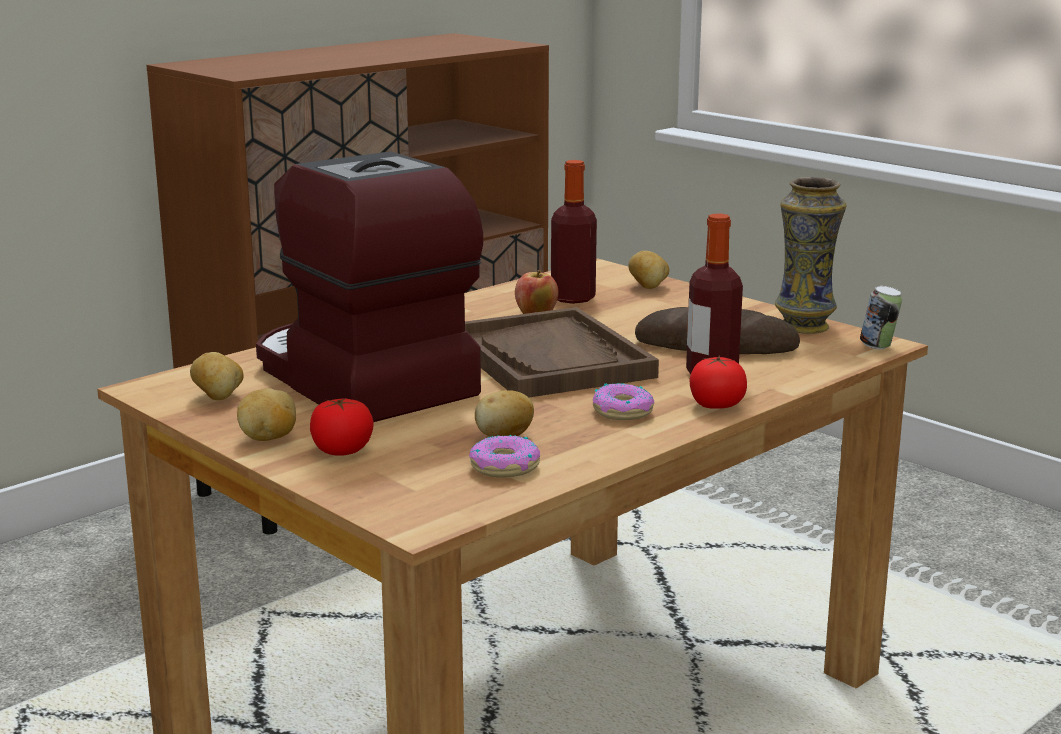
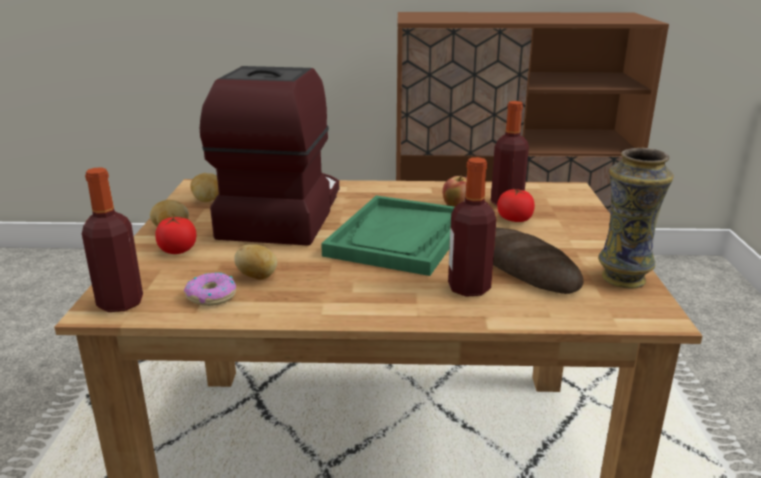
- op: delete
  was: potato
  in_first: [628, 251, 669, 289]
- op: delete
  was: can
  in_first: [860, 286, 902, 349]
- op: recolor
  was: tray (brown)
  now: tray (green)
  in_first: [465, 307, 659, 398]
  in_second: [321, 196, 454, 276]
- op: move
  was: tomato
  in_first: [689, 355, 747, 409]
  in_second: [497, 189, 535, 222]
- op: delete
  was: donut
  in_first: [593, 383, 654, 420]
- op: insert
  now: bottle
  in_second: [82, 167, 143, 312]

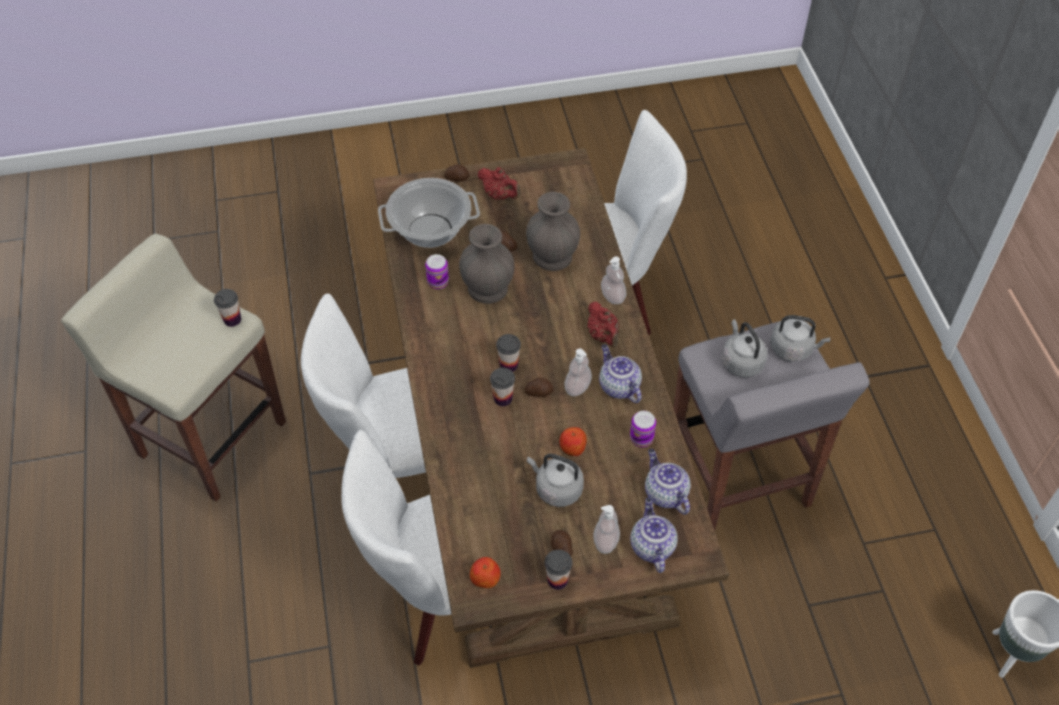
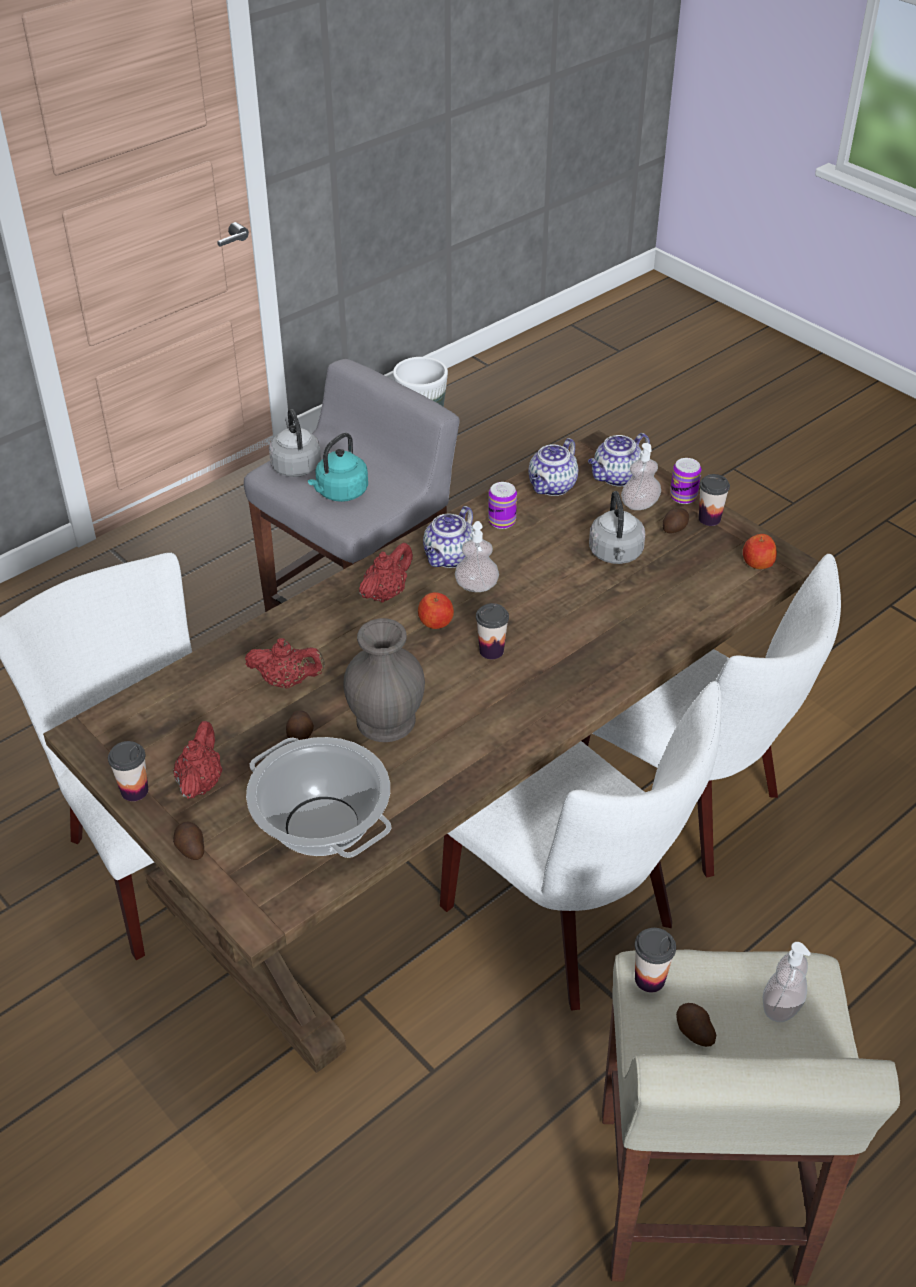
- op: replace
  was: vase (grey)
  now: teapot (red)
  in_first: [526, 192, 580, 271]
  in_second: [245, 638, 325, 688]
- op: move
  was: can
  in_first: [425, 254, 449, 289]
  in_second: [670, 458, 701, 504]
- op: move
  was: soap dispenser
  in_first: [601, 256, 626, 304]
  in_second: [763, 942, 811, 1022]
- op: recolor
  was: kettle (grey)
  now: kettle (turquoise)
  in_first: [722, 319, 768, 377]
  in_second: [308, 433, 368, 502]
- op: move
  was: cup
  in_first: [490, 368, 515, 406]
  in_second: [108, 741, 148, 801]
- op: move
  was: potato
  in_first: [525, 377, 554, 397]
  in_second: [676, 1003, 716, 1047]
- op: move
  was: apple
  in_first: [560, 427, 587, 456]
  in_second: [418, 592, 454, 629]

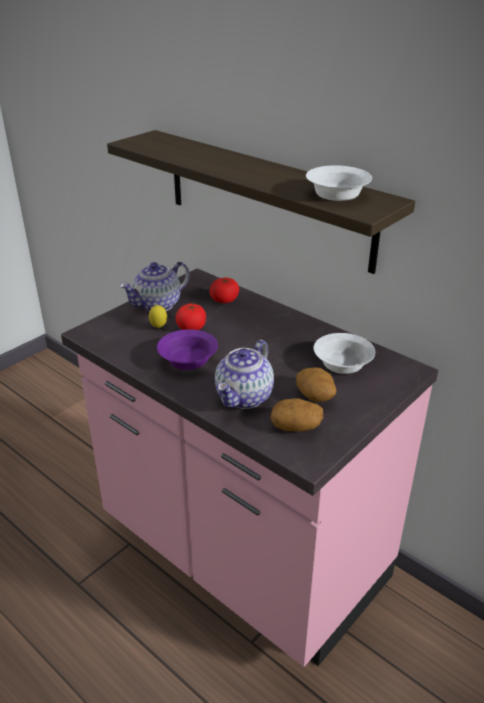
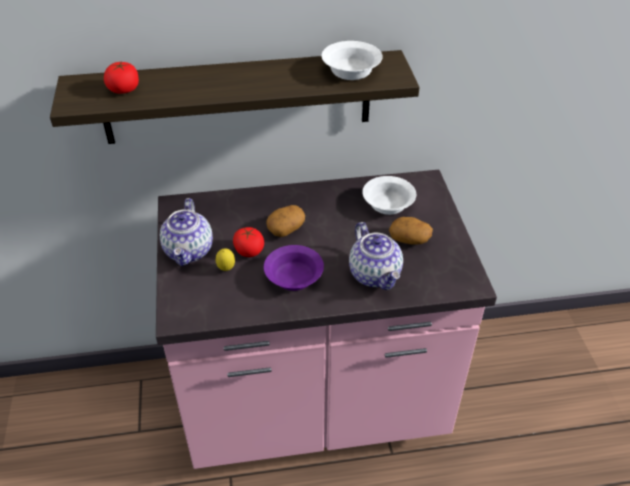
- op: move
  was: tomato
  in_first: [210, 278, 239, 303]
  in_second: [104, 61, 139, 94]
- op: move
  was: potato
  in_first: [270, 398, 323, 431]
  in_second: [266, 205, 305, 237]

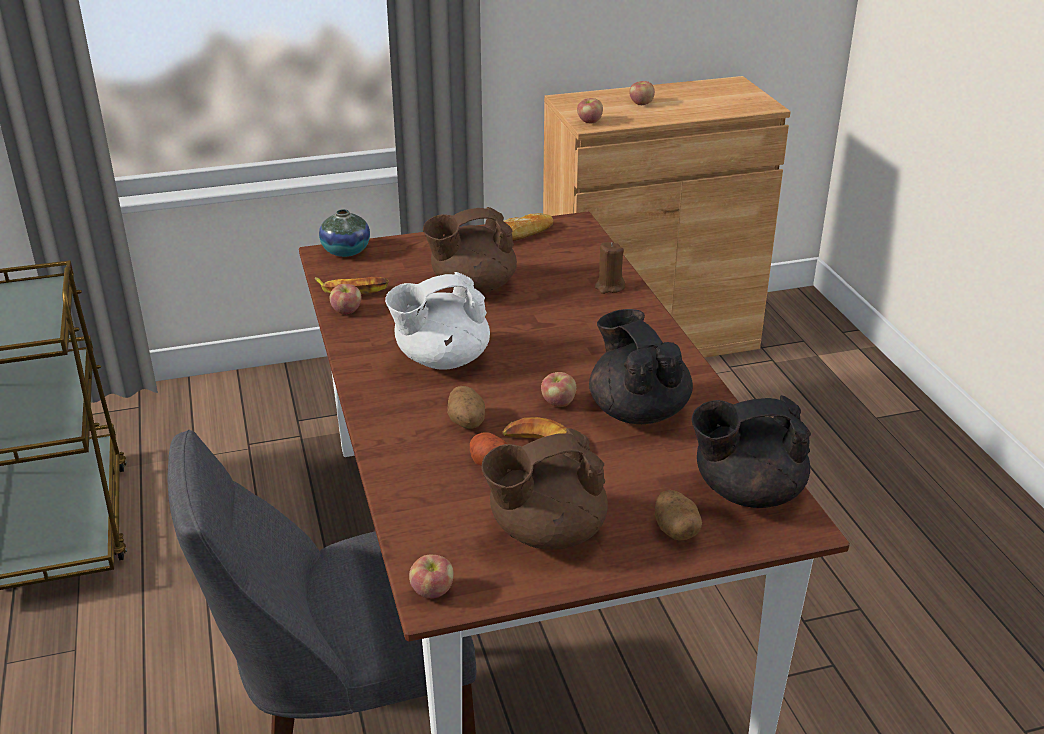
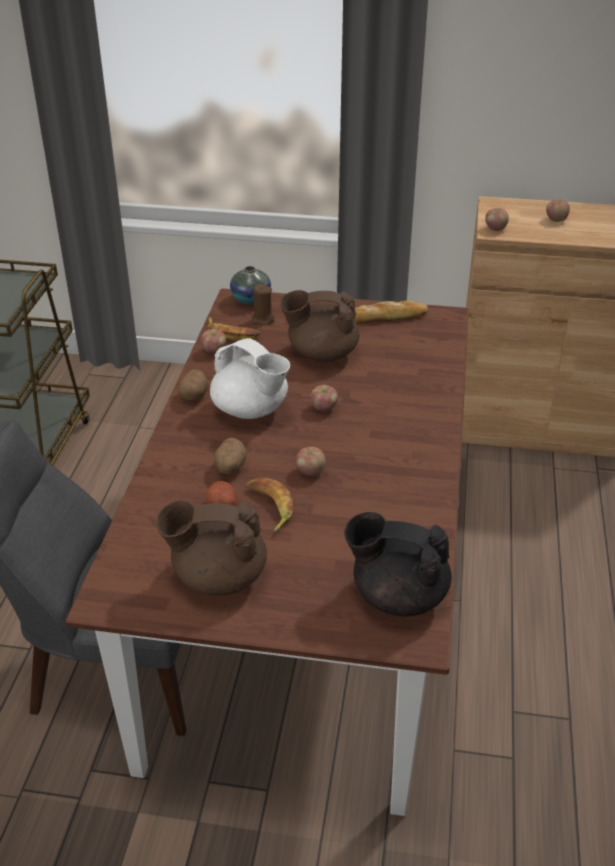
- op: move
  was: candle (brown)
  in_first: [594, 242, 625, 294]
  in_second: [251, 284, 274, 325]
- op: rotate
  was: teapot (white)
  in_first: [385, 272, 490, 370]
  in_second: [210, 338, 290, 419]
  clockwise: -135
- op: delete
  was: teapot (black)
  in_first: [589, 309, 693, 424]
- op: move
  was: potato
  in_first: [655, 490, 702, 541]
  in_second: [178, 369, 208, 401]
- op: move
  was: apple
  in_first: [409, 555, 454, 599]
  in_second: [310, 385, 338, 412]

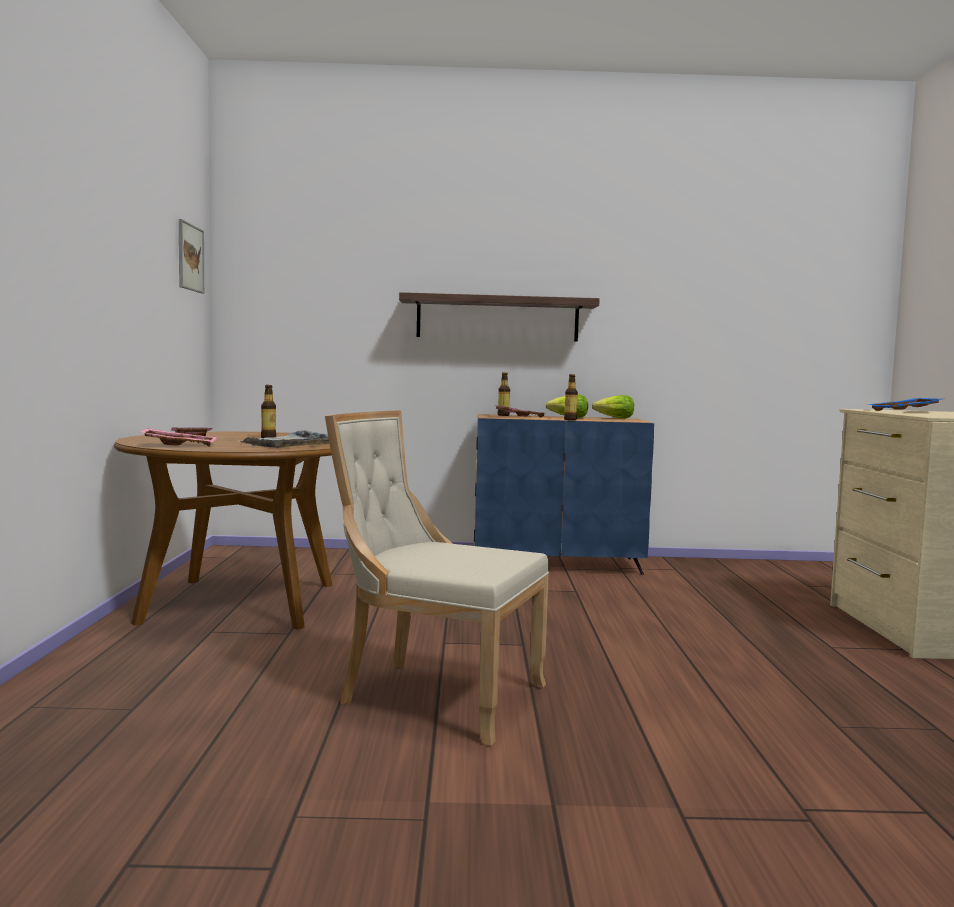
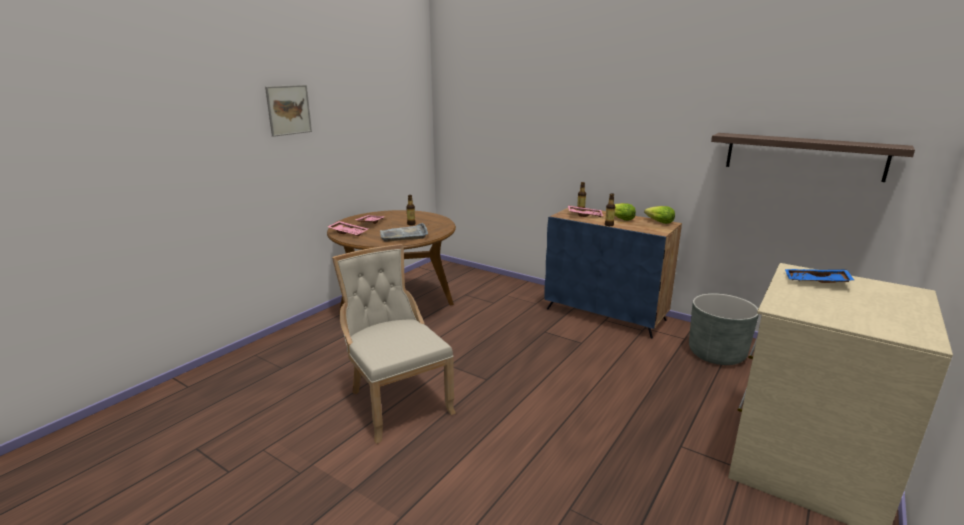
- op: move
  was: picture
  in_first: [179, 219, 204, 294]
  in_second: [265, 85, 312, 137]
- op: move
  was: shelf
  in_first: [399, 292, 600, 342]
  in_second: [711, 133, 915, 182]
- op: insert
  now: planter (grey)
  in_second: [689, 293, 759, 365]

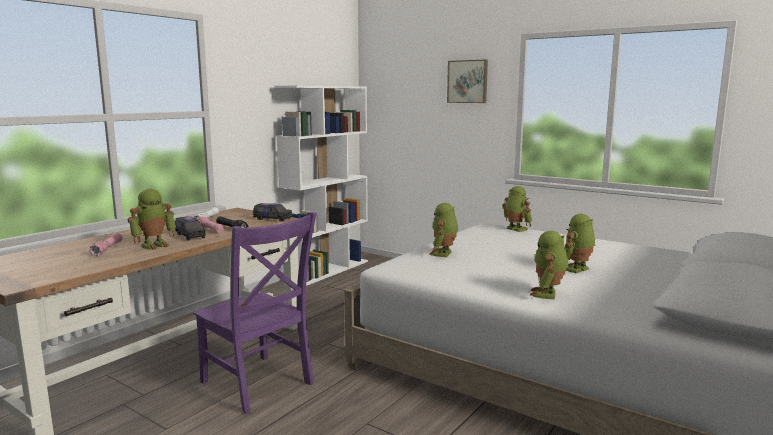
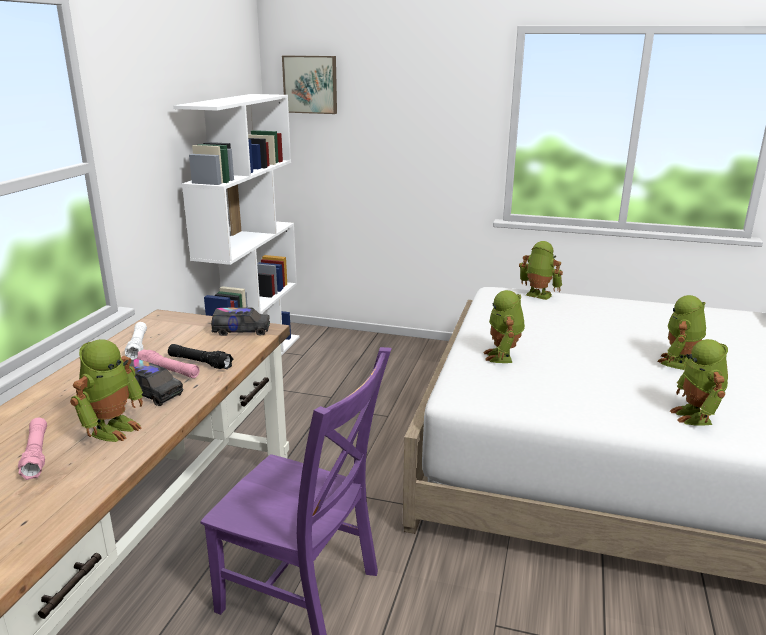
- op: move
  was: picture
  in_first: [447, 60, 488, 103]
  in_second: [282, 56, 337, 114]

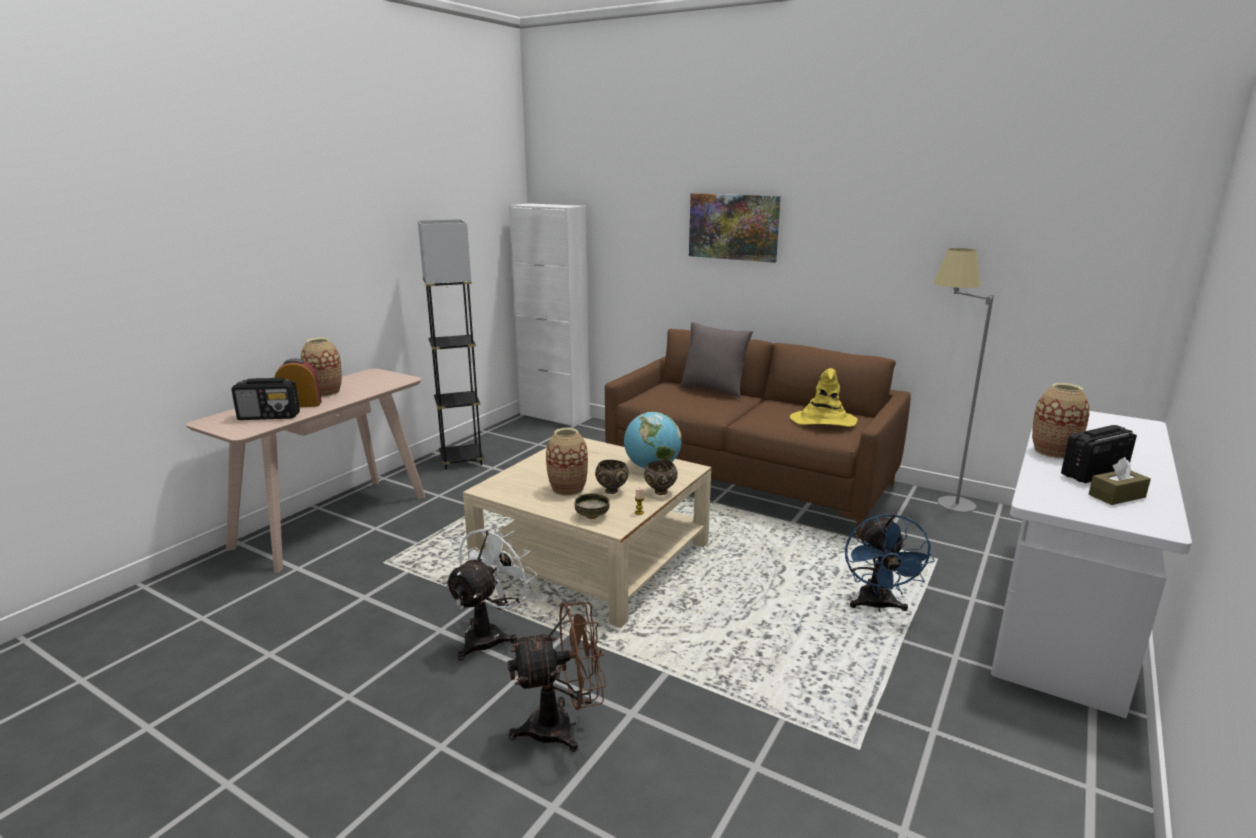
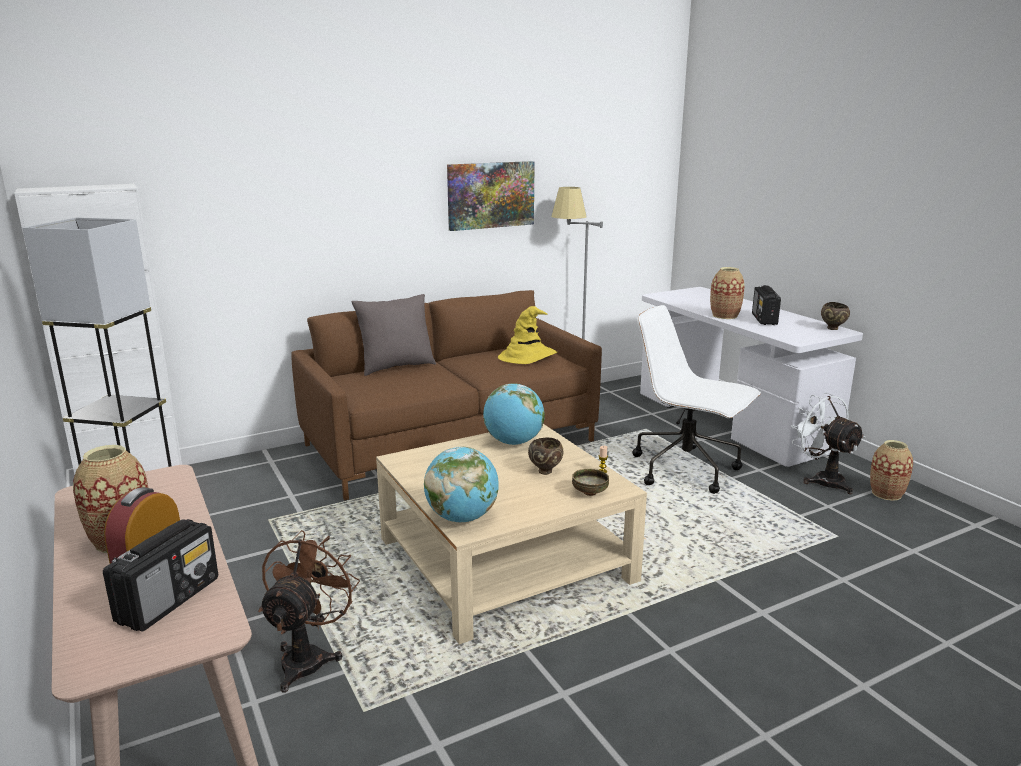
- op: move
  was: picture
  in_first: [689, 193, 781, 263]
  in_second: [447, 161, 535, 231]
- op: move
  was: vase
  in_first: [546, 428, 588, 496]
  in_second: [870, 440, 913, 501]
- op: delete
  was: tissue box (brown)
  in_first: [1089, 457, 1151, 505]
- op: move
  was: bowl (brown)
  in_first: [644, 461, 678, 495]
  in_second: [821, 302, 850, 330]
- op: replace
  was: fan (blue)
  now: office chair (white)
  in_first: [845, 514, 935, 612]
  in_second: [632, 305, 761, 494]
- op: move
  was: fan (white)
  in_first: [444, 523, 537, 660]
  in_second: [791, 393, 865, 494]
- op: move
  was: fan (brown)
  in_first: [508, 602, 606, 752]
  in_second: [258, 530, 360, 693]
- op: insert
  now: globe
  in_second: [424, 447, 499, 522]

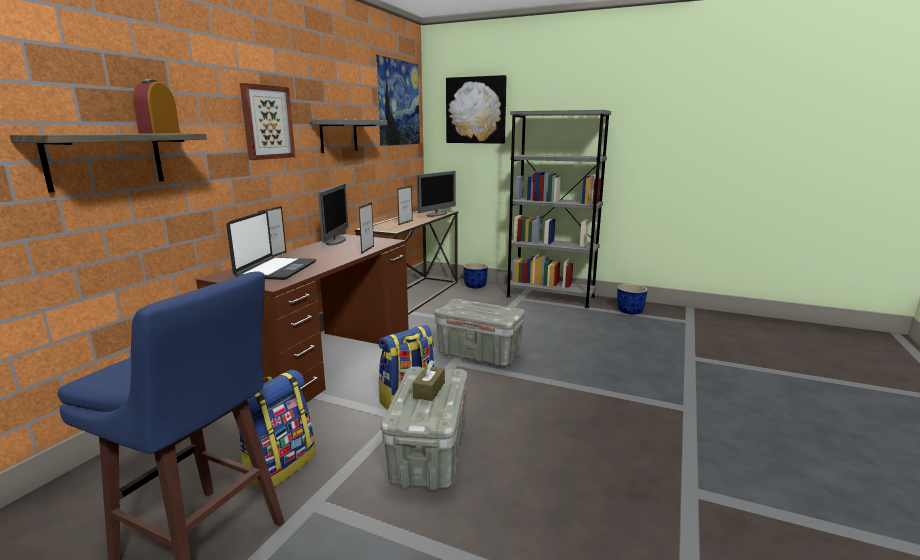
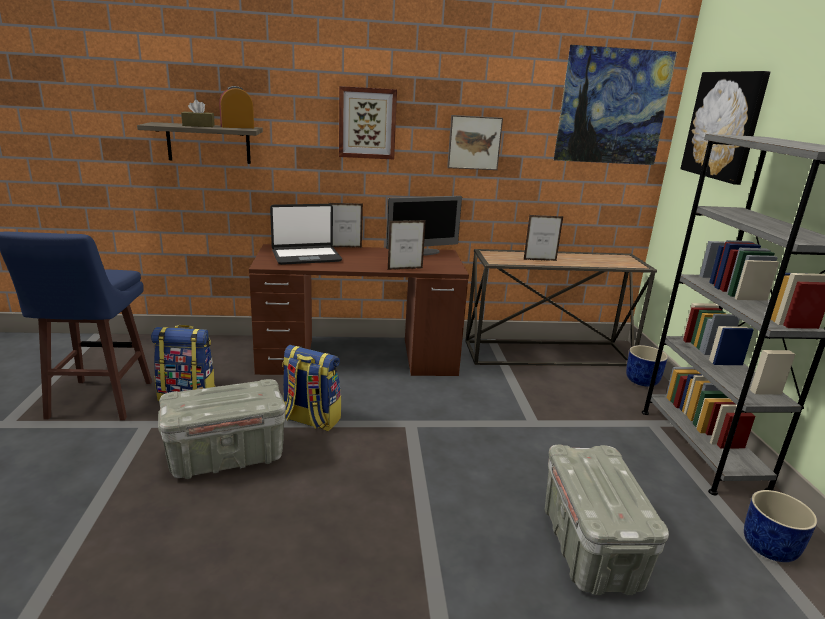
- op: replace
  was: shelf (grey)
  now: picture
  in_first: [311, 119, 387, 153]
  in_second: [447, 115, 503, 170]
- op: delete
  was: monitor
  in_first: [417, 171, 456, 217]
- op: move
  was: storage box (grey)
  in_first: [435, 299, 525, 366]
  in_second: [545, 445, 669, 595]
- op: move
  was: tissue box (brown)
  in_first: [413, 360, 445, 401]
  in_second: [181, 100, 215, 127]

